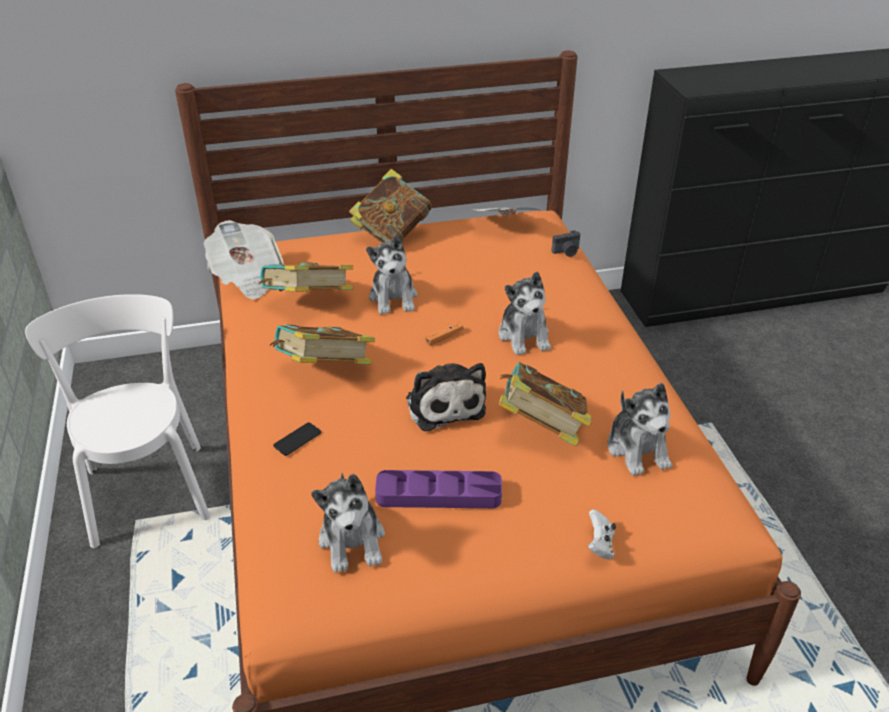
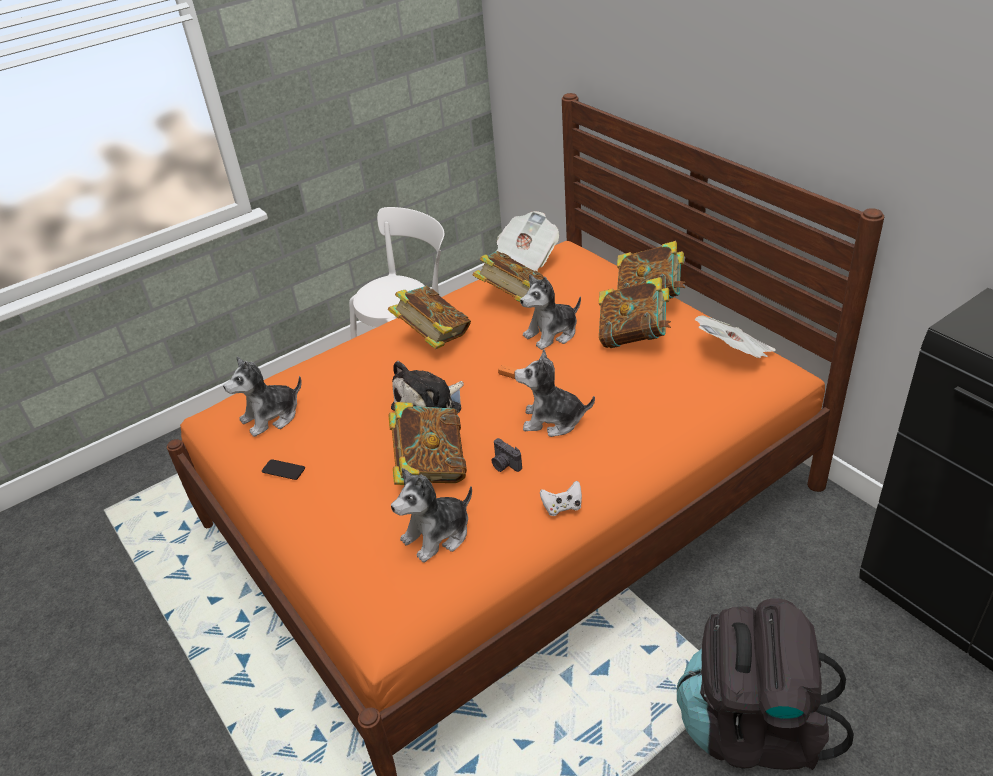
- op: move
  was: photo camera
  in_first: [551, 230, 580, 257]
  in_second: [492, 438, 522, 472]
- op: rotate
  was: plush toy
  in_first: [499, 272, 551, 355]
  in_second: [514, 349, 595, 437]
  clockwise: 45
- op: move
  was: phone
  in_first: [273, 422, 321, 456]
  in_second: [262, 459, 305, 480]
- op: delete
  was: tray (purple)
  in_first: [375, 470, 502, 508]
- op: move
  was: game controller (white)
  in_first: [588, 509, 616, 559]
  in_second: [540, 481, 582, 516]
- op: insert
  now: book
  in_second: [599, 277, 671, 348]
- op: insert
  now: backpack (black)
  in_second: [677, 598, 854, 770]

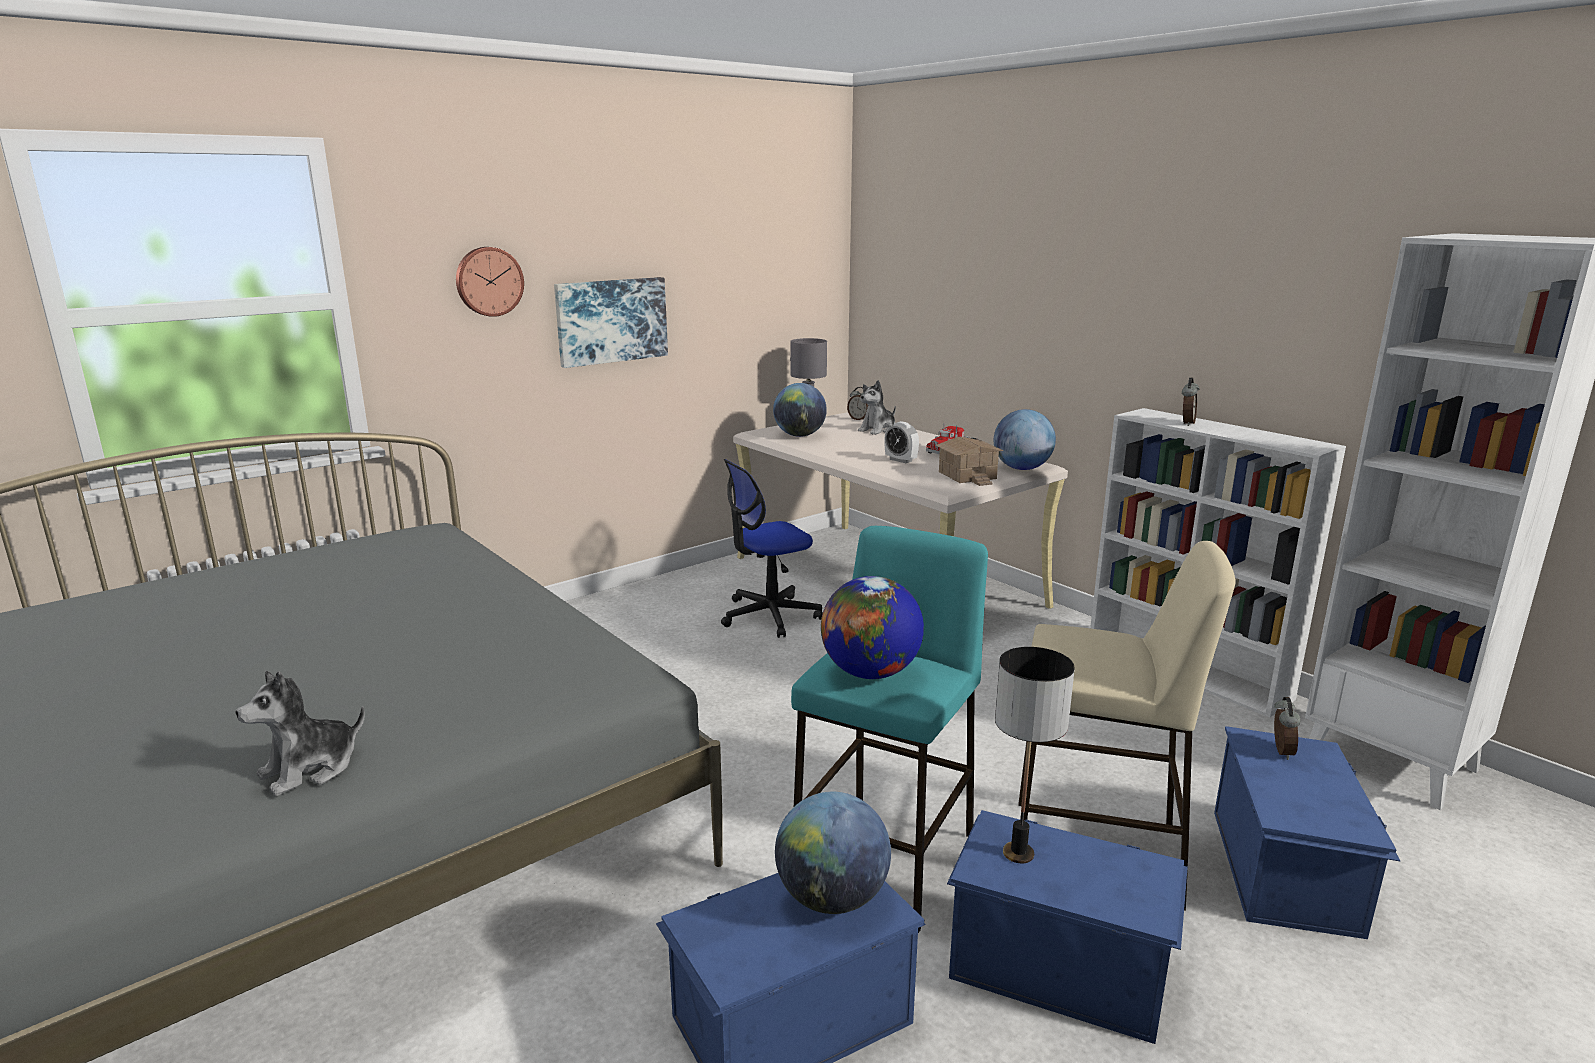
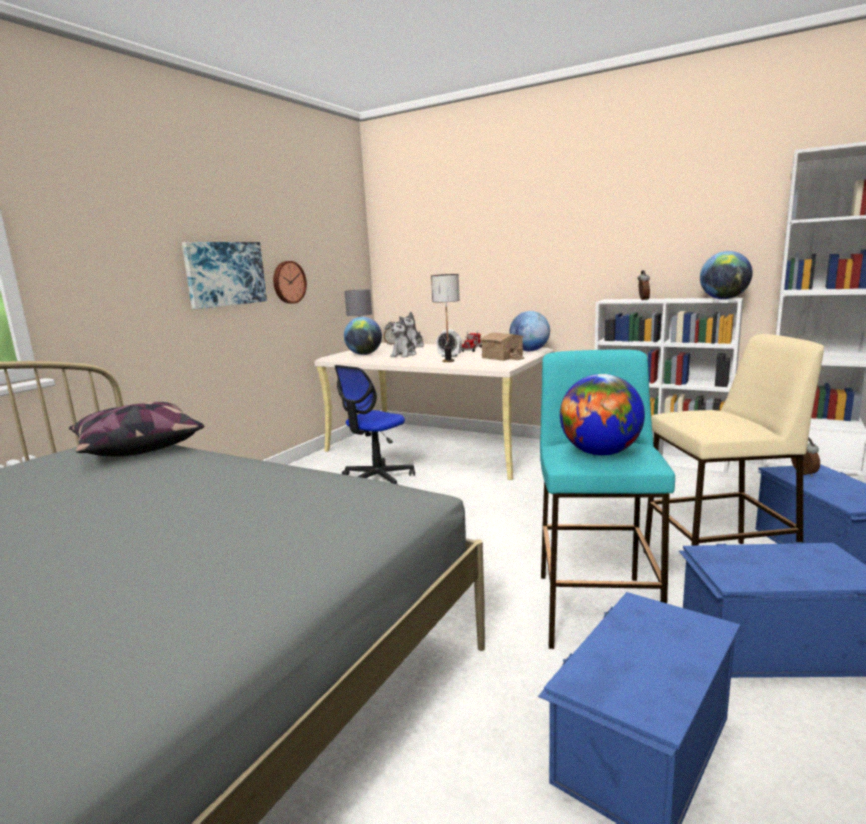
- op: move
  was: wall clock
  in_first: [456, 247, 524, 317]
  in_second: [273, 261, 307, 304]
- op: move
  was: table lamp
  in_first: [995, 647, 1075, 863]
  in_second: [431, 274, 460, 362]
- op: move
  was: plush toy
  in_first: [235, 671, 365, 796]
  in_second: [389, 317, 416, 357]
- op: move
  was: globe
  in_first: [775, 792, 891, 914]
  in_second: [700, 251, 753, 299]
- op: insert
  now: pillow
  in_second: [69, 402, 204, 456]

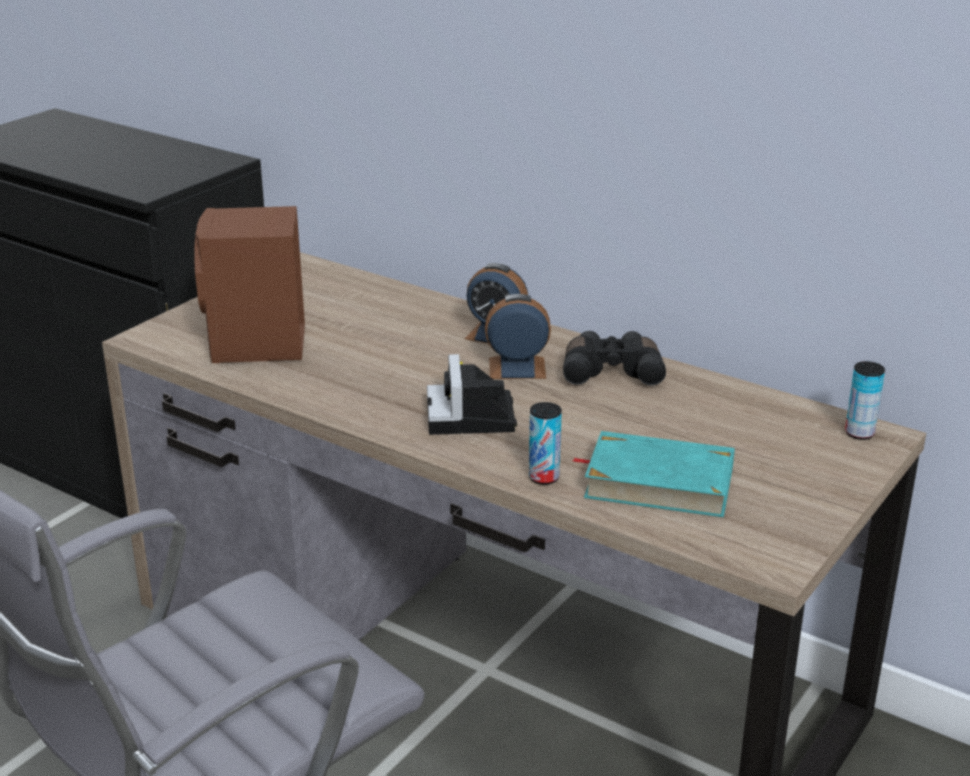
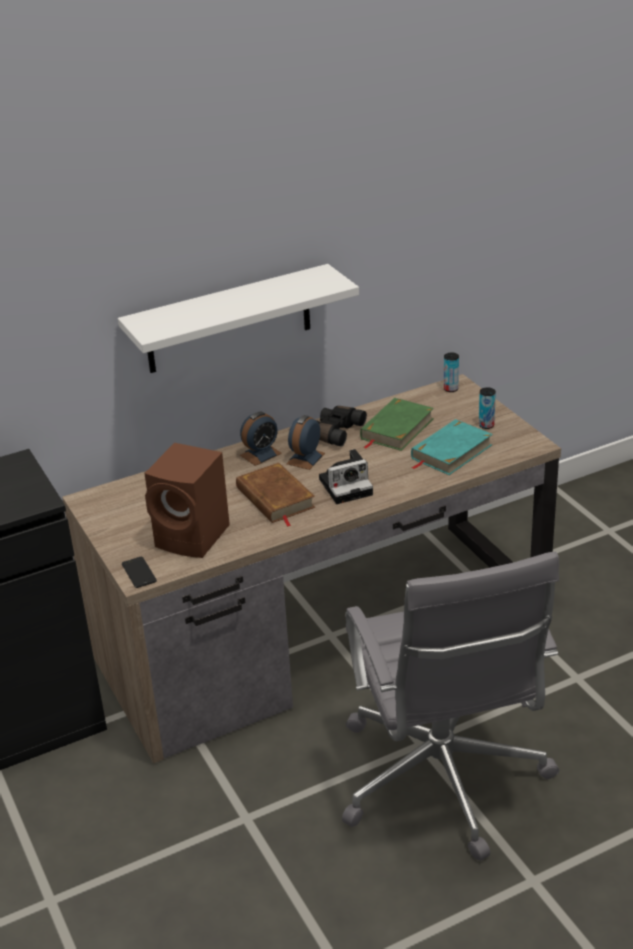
- op: rotate
  was: photo camera
  in_first: [427, 354, 517, 435]
  in_second: [319, 449, 373, 504]
  clockwise: -45
- op: move
  was: can
  in_first: [529, 402, 562, 485]
  in_second: [479, 387, 496, 429]
- op: insert
  now: shelf (white)
  in_second: [118, 264, 359, 373]
- op: insert
  now: book (green)
  in_second: [360, 398, 434, 451]
- op: insert
  now: book (brown)
  in_second: [236, 463, 315, 527]
- op: insert
  now: phone
  in_second: [122, 557, 157, 588]

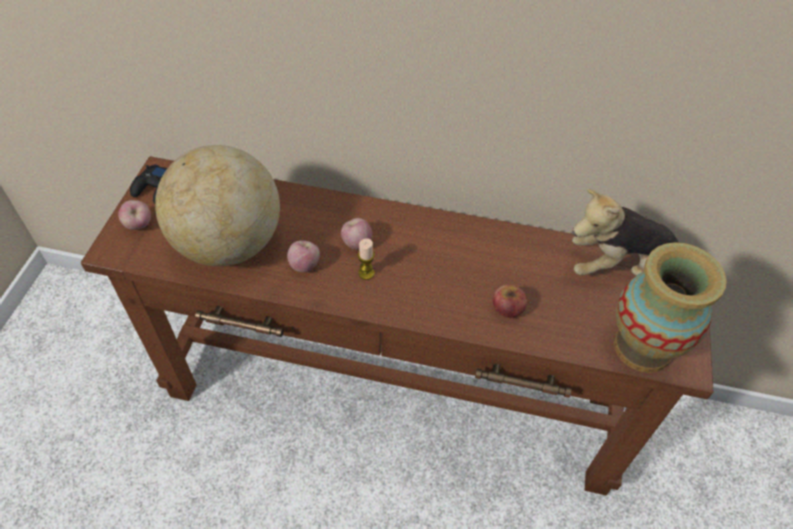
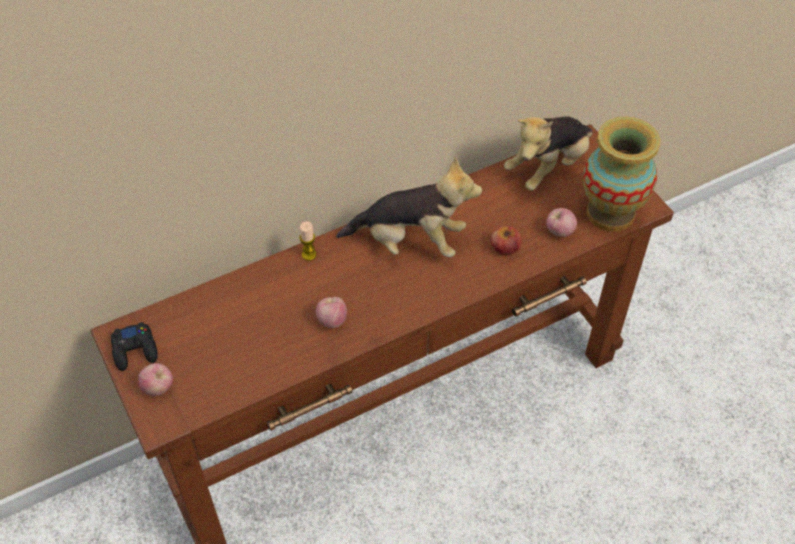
- op: delete
  was: globe
  in_first: [155, 145, 280, 266]
- op: move
  was: apple
  in_first: [341, 218, 372, 249]
  in_second: [546, 208, 577, 237]
- op: move
  was: candle
  in_first: [358, 238, 375, 280]
  in_second: [299, 221, 317, 261]
- op: insert
  now: plush toy
  in_second: [336, 157, 482, 257]

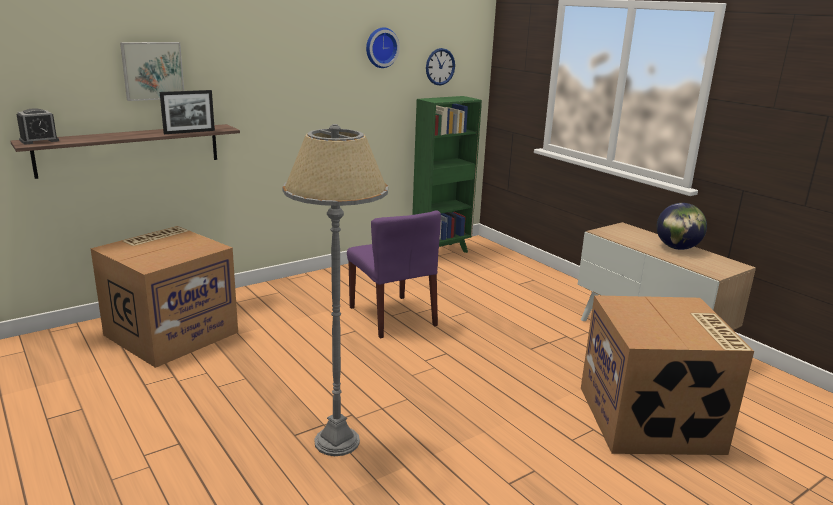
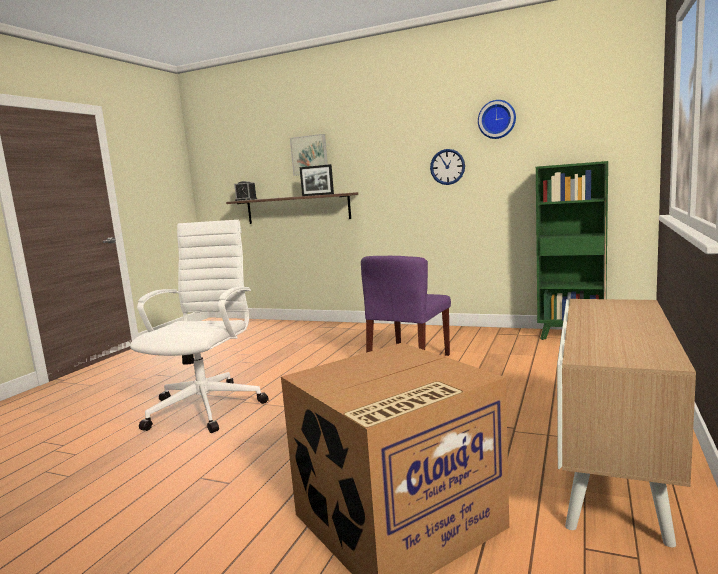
- op: move
  was: wall clock
  in_first: [426, 48, 455, 86]
  in_second: [430, 149, 465, 185]
- op: replace
  was: floor lamp (grey)
  now: office chair (white)
  in_first: [282, 124, 388, 456]
  in_second: [130, 220, 269, 433]
- op: delete
  was: globe
  in_first: [656, 203, 707, 250]
- op: delete
  was: cardboard box
  in_first: [90, 226, 238, 368]

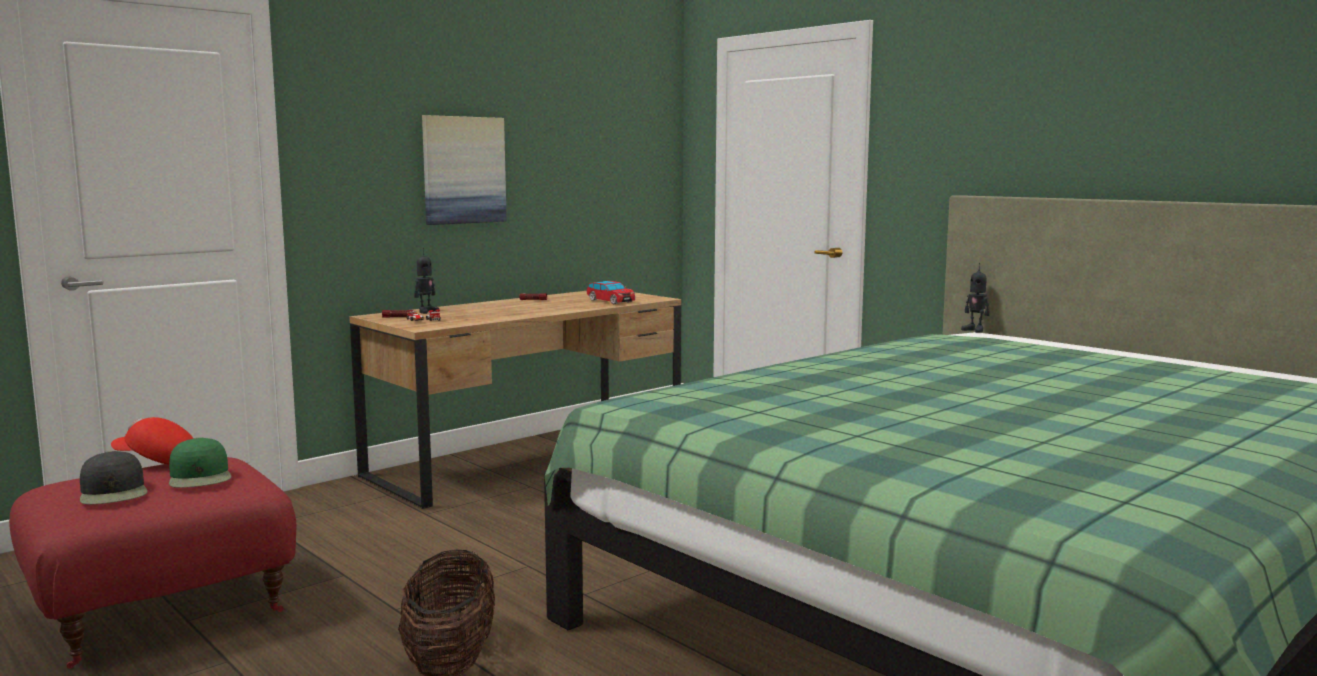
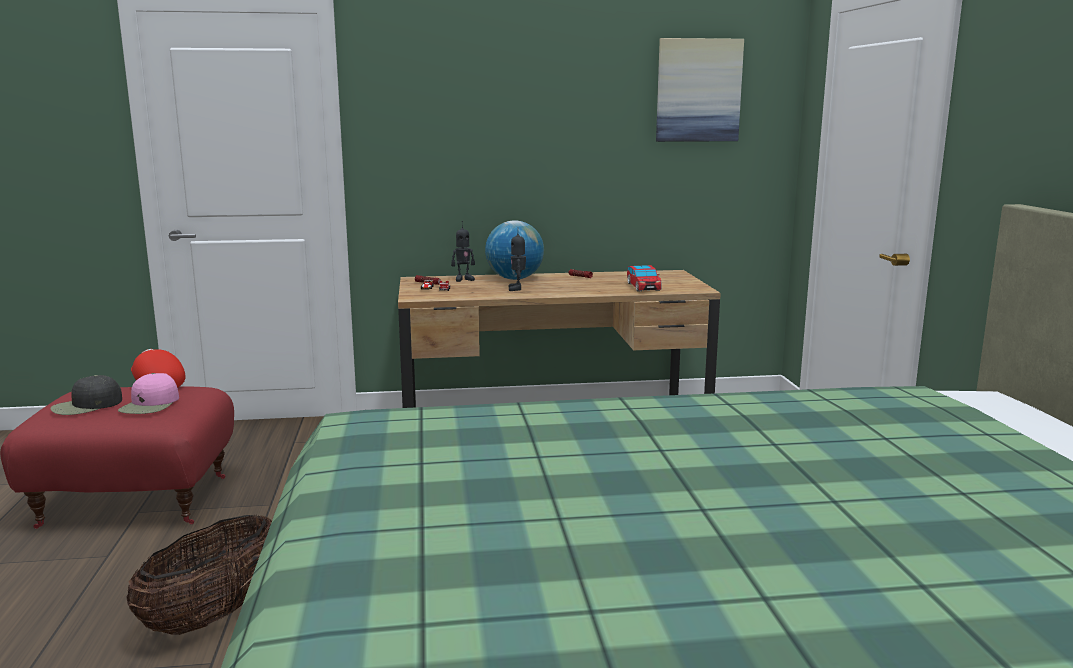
- op: move
  was: picture
  in_first: [422, 115, 507, 225]
  in_second: [656, 38, 744, 142]
- op: move
  was: toy robot
  in_first: [961, 263, 989, 333]
  in_second: [509, 234, 526, 291]
- op: recolor
  was: cap (green)
  now: cap (pink)
  in_first: [169, 437, 231, 488]
  in_second: [118, 373, 179, 414]
- op: rotate
  was: cap (black)
  in_first: [80, 451, 147, 504]
  in_second: [50, 375, 122, 415]
  clockwise: 45
- op: insert
  now: globe
  in_second: [485, 220, 544, 280]

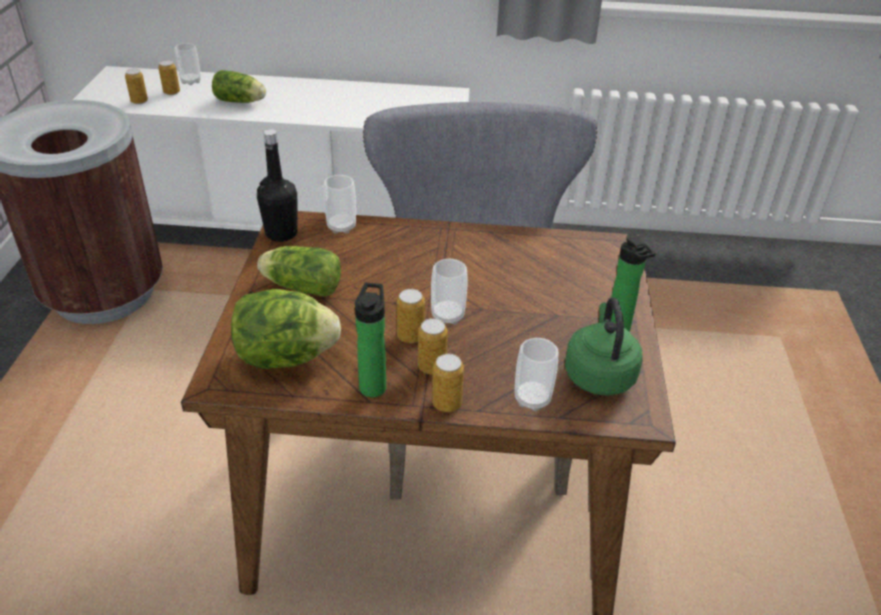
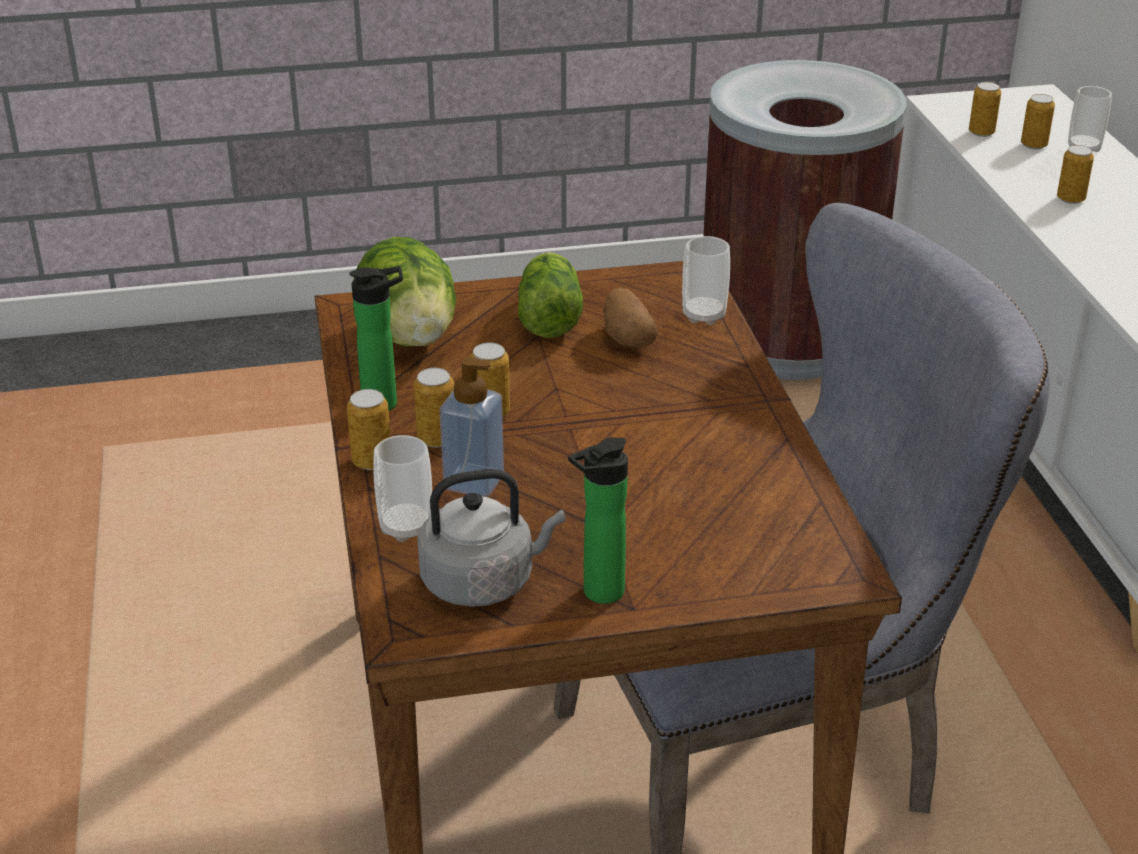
- op: replace
  was: lettuce
  now: can
  in_first: [212, 70, 266, 103]
  in_second: [1057, 145, 1094, 204]
- op: delete
  was: bottle (black)
  in_first: [257, 129, 297, 242]
- op: delete
  was: cup
  in_first: [431, 258, 467, 325]
- op: recolor
  was: kettle (green)
  now: kettle (grey)
  in_first: [565, 297, 643, 396]
  in_second: [417, 469, 565, 607]
- op: insert
  now: potato
  in_second: [603, 288, 657, 347]
- op: insert
  now: soap dispenser
  in_second: [440, 357, 504, 497]

